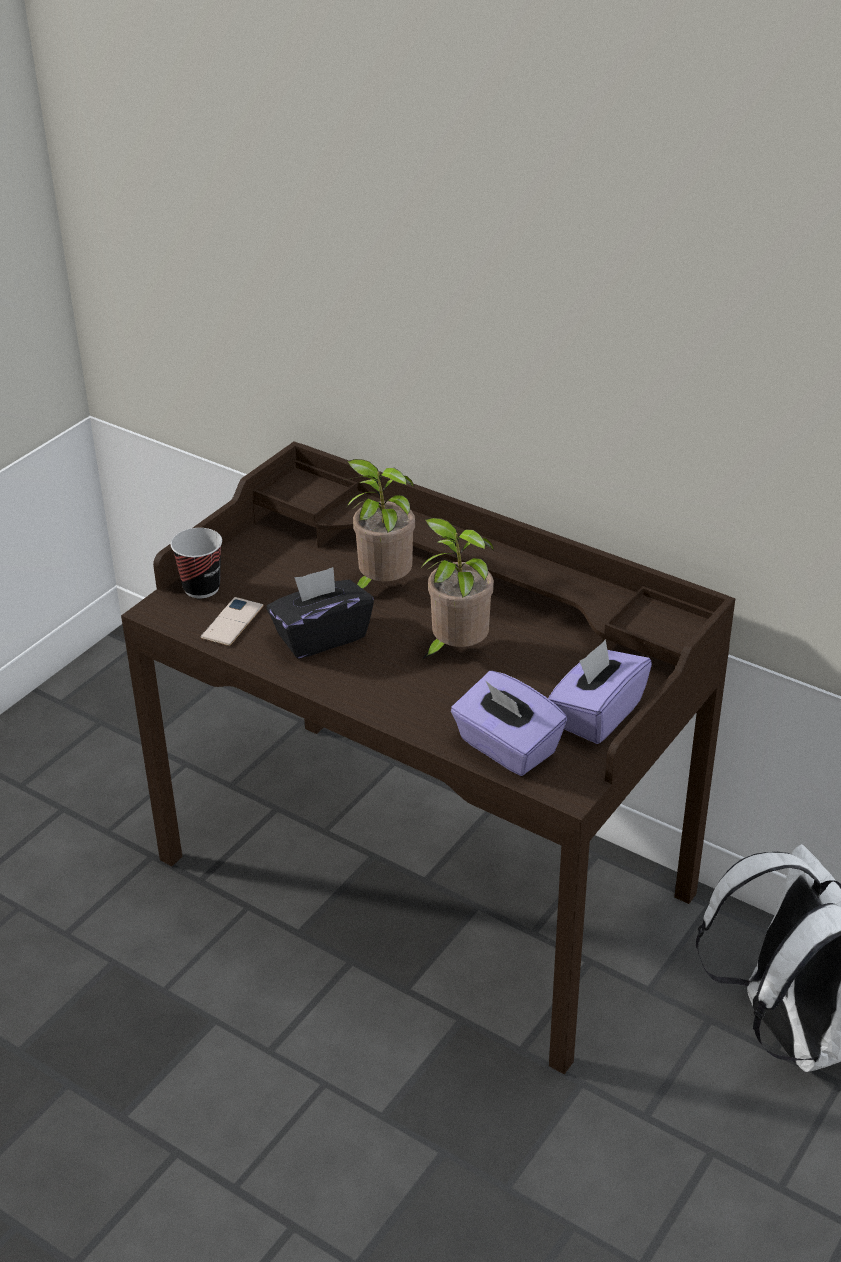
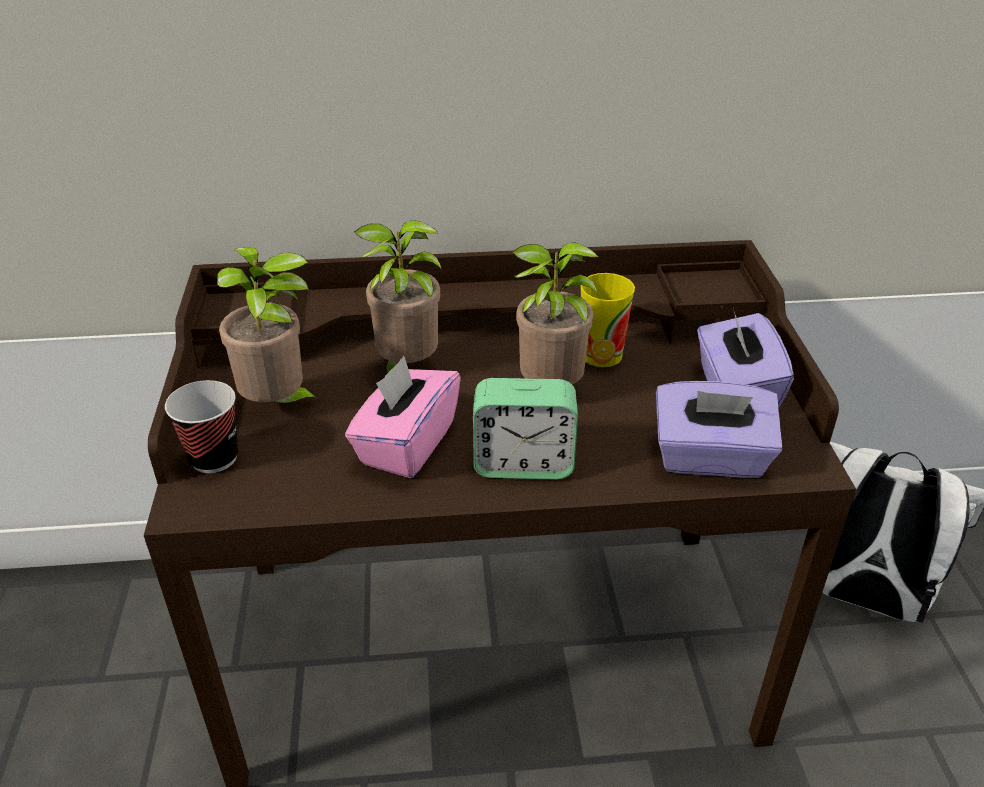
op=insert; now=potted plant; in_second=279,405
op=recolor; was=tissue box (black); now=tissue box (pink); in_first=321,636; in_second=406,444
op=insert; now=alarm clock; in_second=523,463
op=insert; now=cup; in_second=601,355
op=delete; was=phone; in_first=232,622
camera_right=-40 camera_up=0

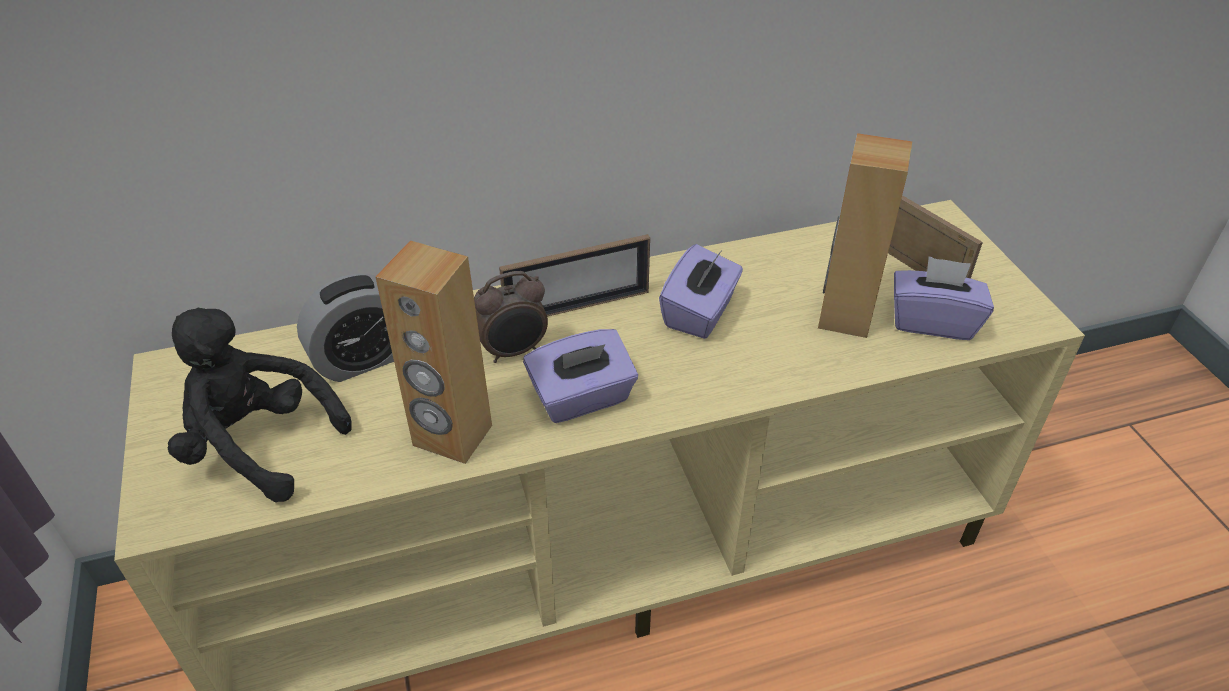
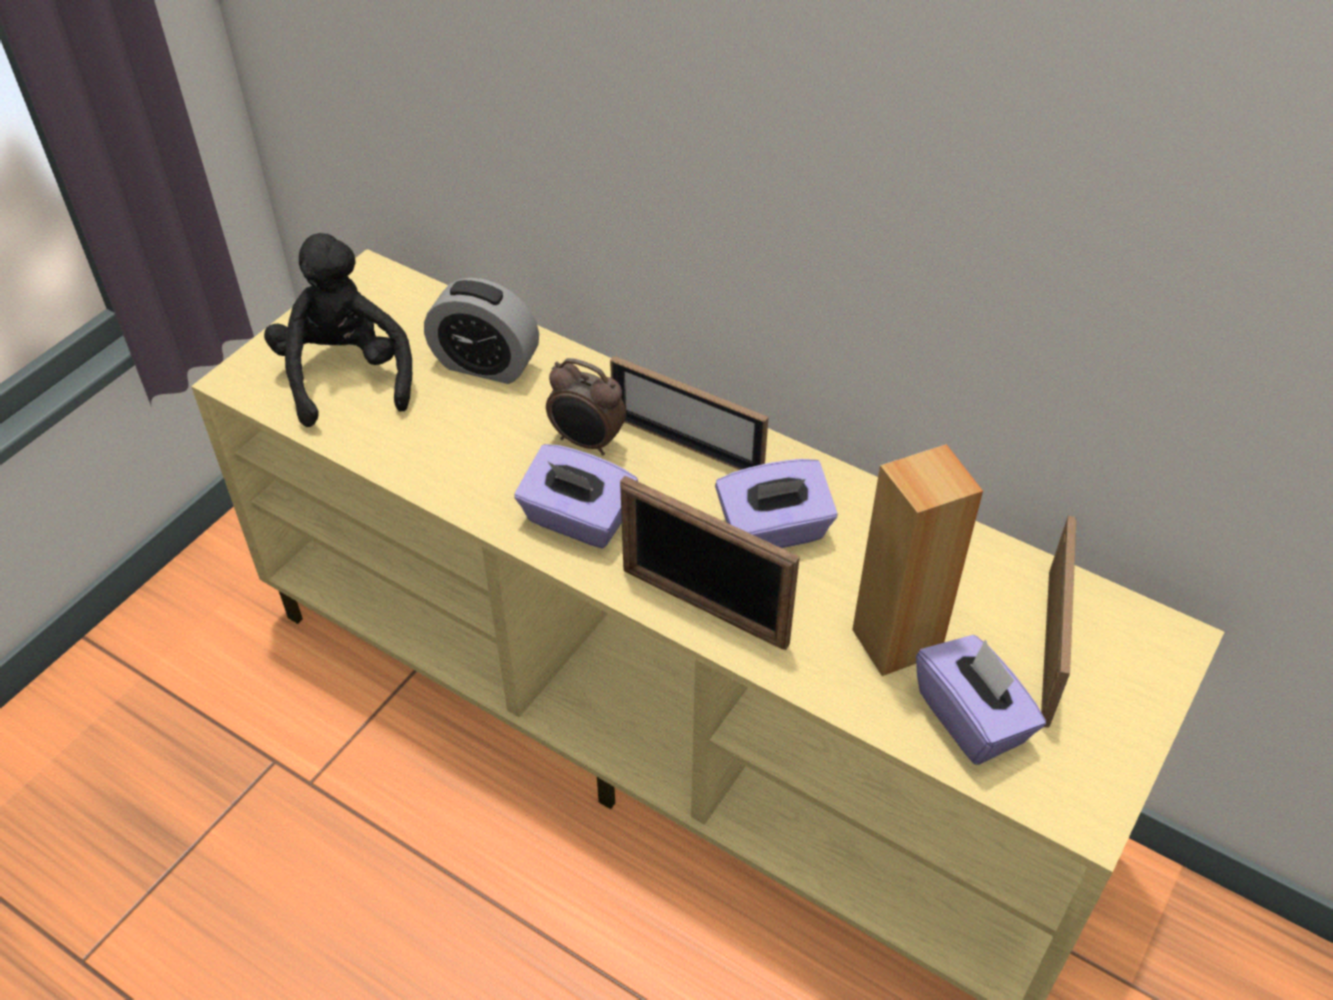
op=insert; now=picture frame; in_second=703,607
op=delete; was=speaker (brown); in_first=452,436
camera_right=50 camera_up=5

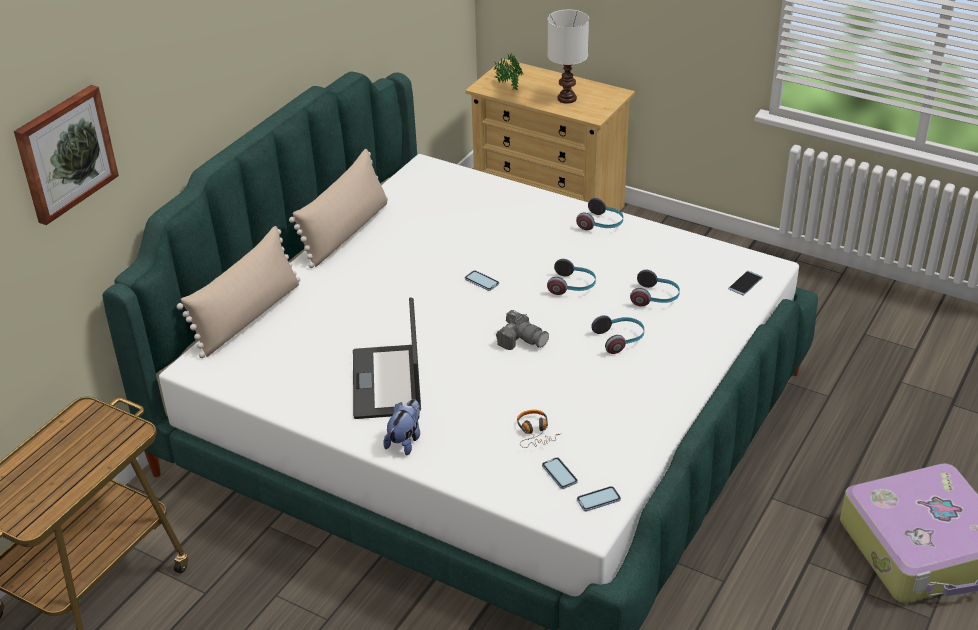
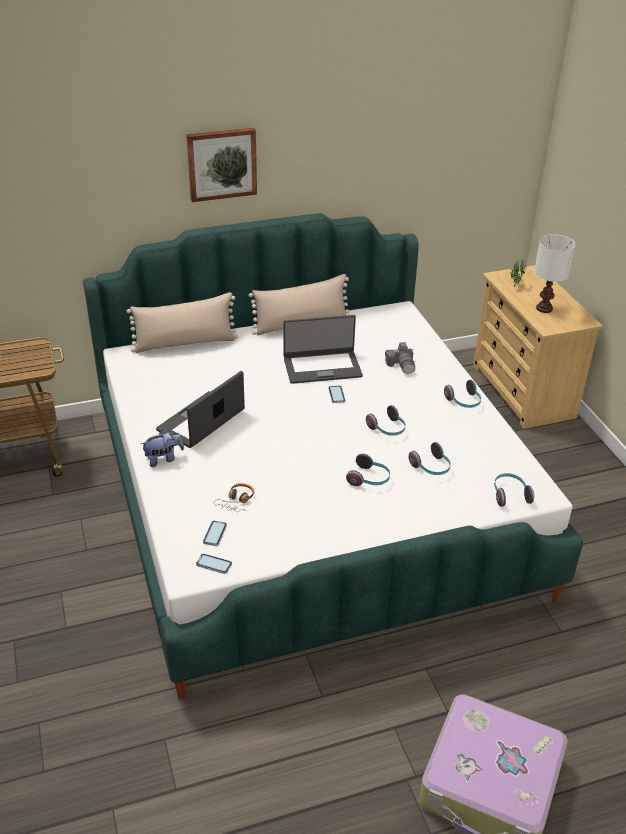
op=move; was=picture; in_first=65,153; in_second=222,164
op=insert; now=laptop; in_second=322,367
op=move; was=photo camera; in_first=522,340; in_second=401,365
op=replace; was=phone; now=headphones; in_first=745,283; in_second=509,495
camera_right=40 camera_up=0

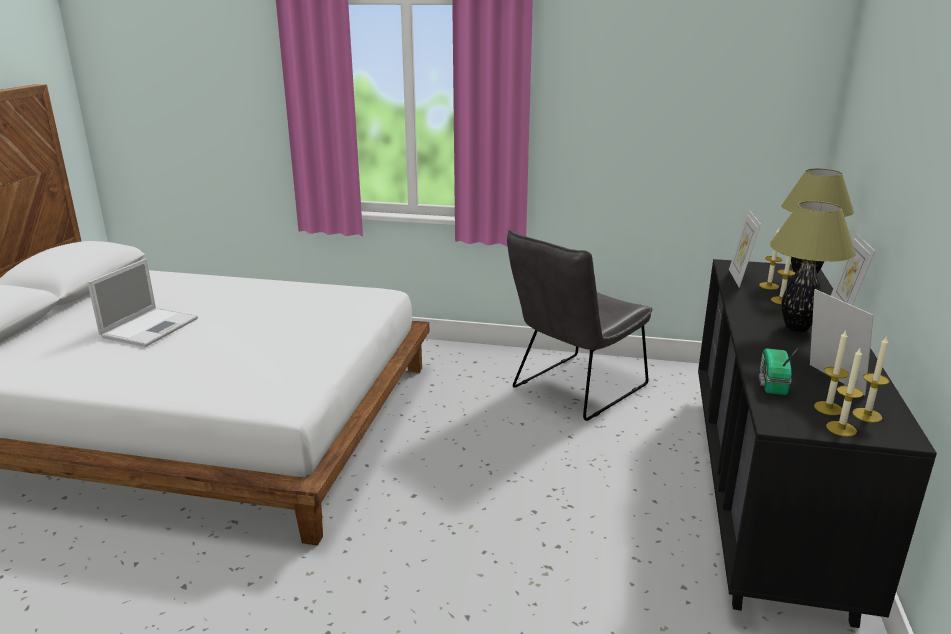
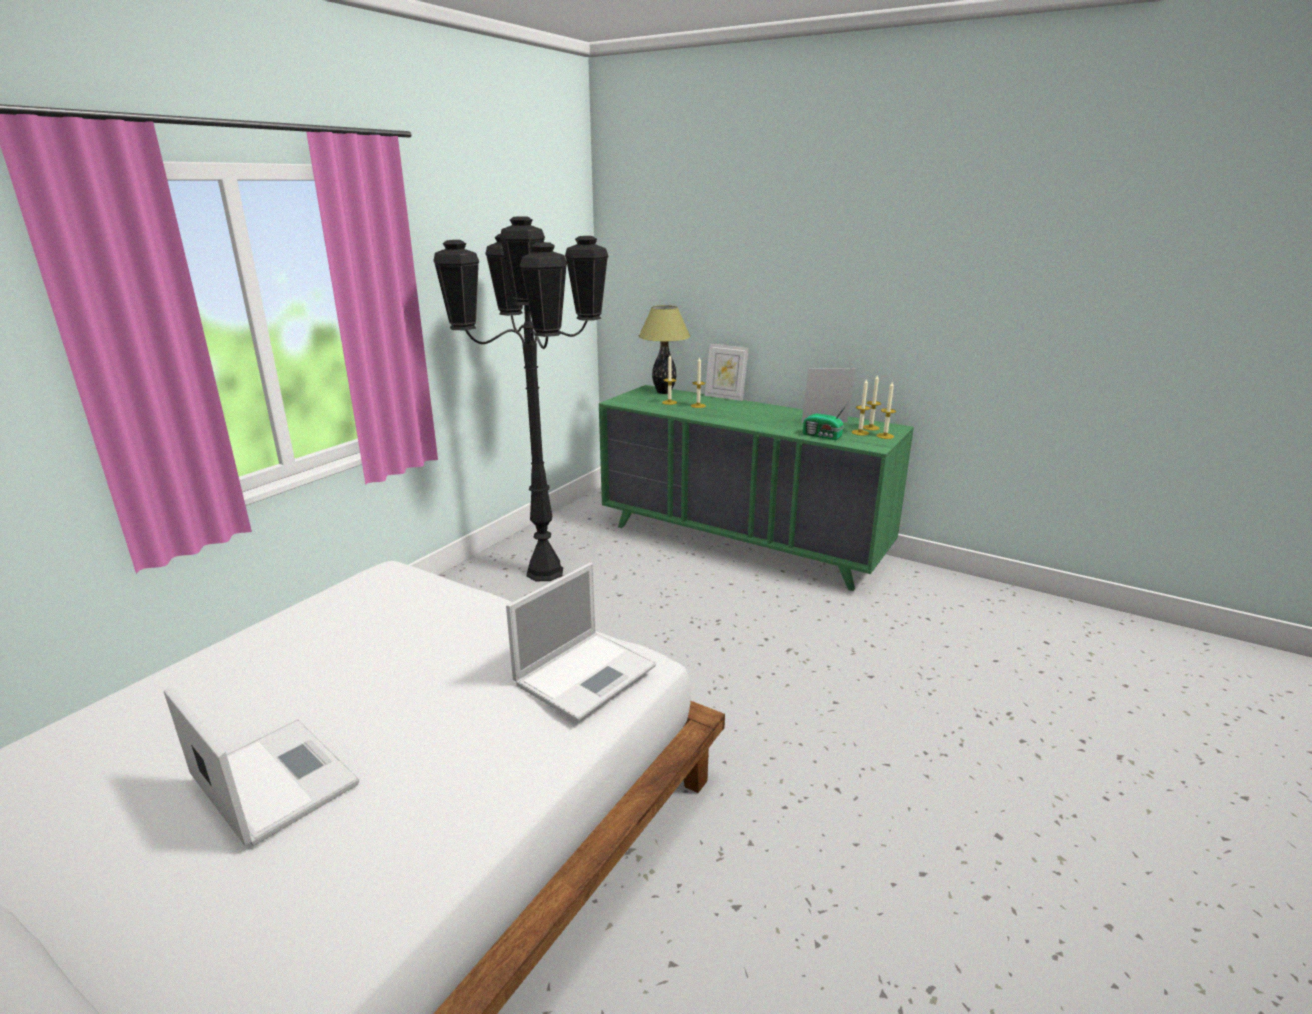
op=replace; was=chair (grey); now=floor lamp (black); in_first=573,389; in_second=544,573
op=insert; now=laptop; in_second=587,673
op=recolor; was=dresser (black); now=dresser (green); in_first=765,492; in_second=742,542
op=delete; was=picture frame; in_first=739,278
op=delete; was=table lamp; in_first=796,328
camera_right=-70 camera_up=0

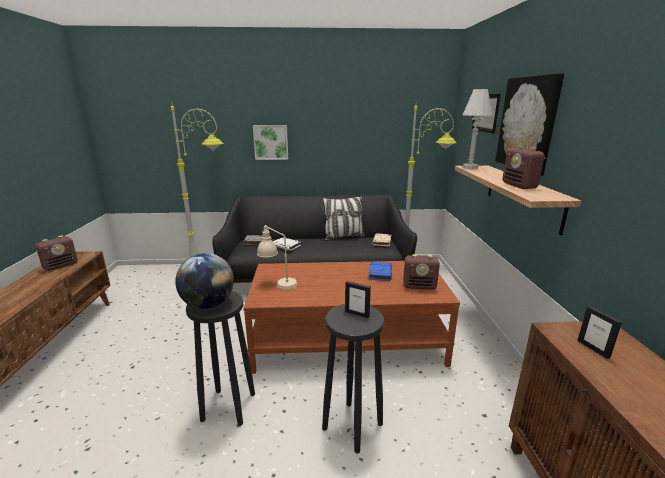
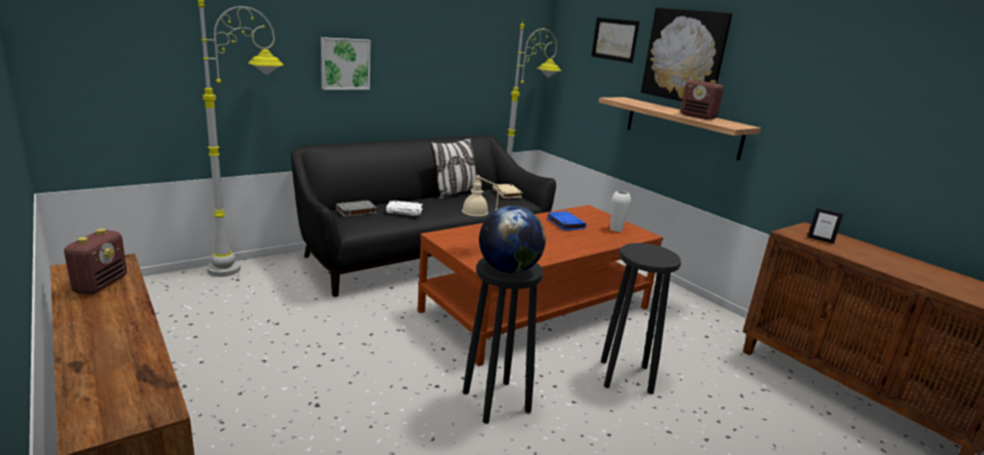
op=replace; was=radio; now=vase (white); in_first=419,286; in_second=616,229
op=delete; was=picture frame; in_first=357,314
op=delete; was=table lamp (white); in_first=470,167
camera_right=-35 camera_up=0

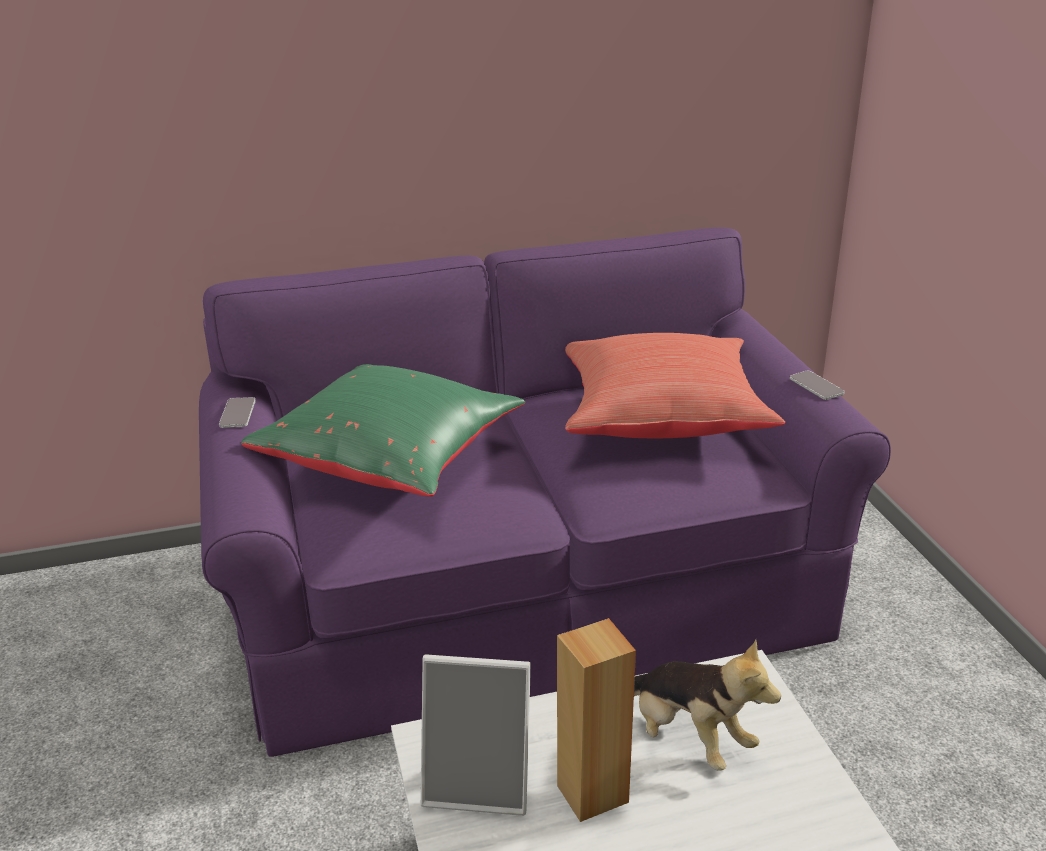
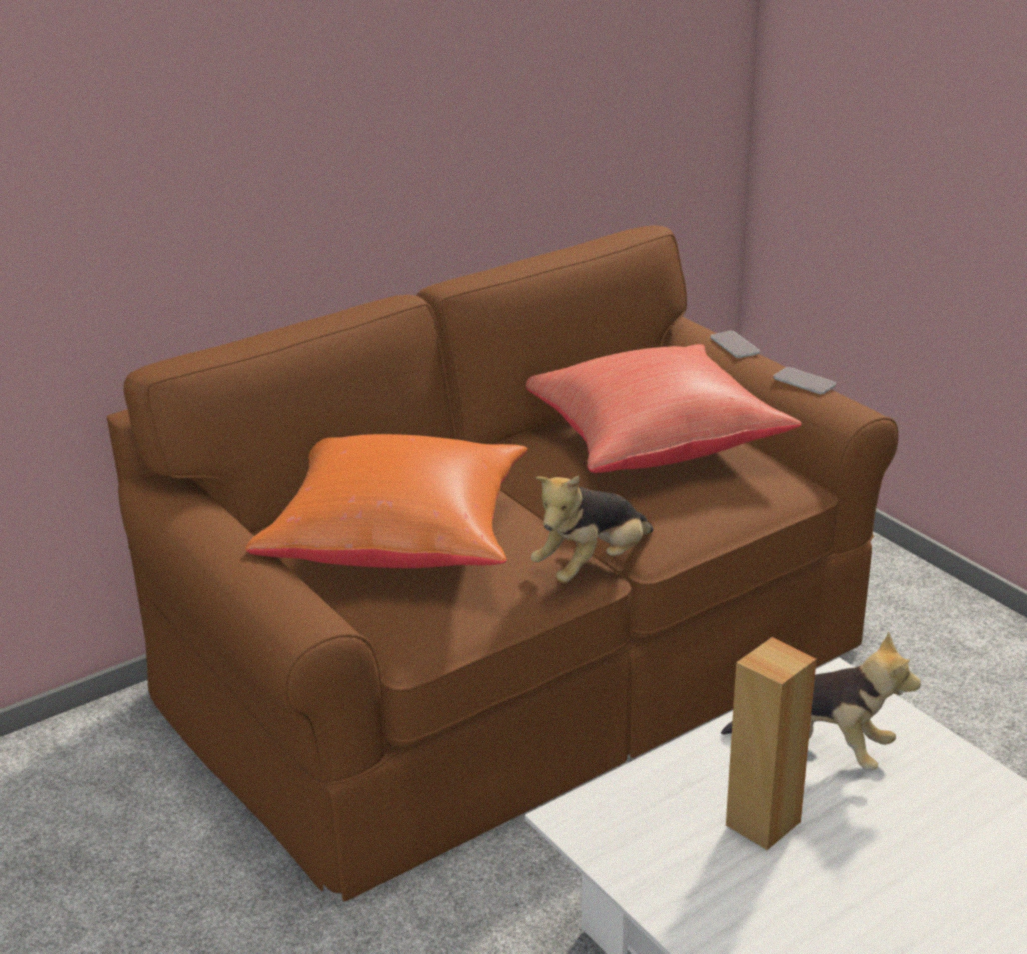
op=recolor; was=sofa (purple); now=sofa (brown); in_first=527,588; in_second=518,665
op=recolor; was=pillow (green); now=pillow (orange); in_first=392,460; in_second=398,539
op=insert; now=plush toy; in_second=592,566
op=move; was=phone; in_first=237,414; in_second=734,346
op=delete; was=picture frame; in_first=480,782
camera_right=-20 camera_up=0

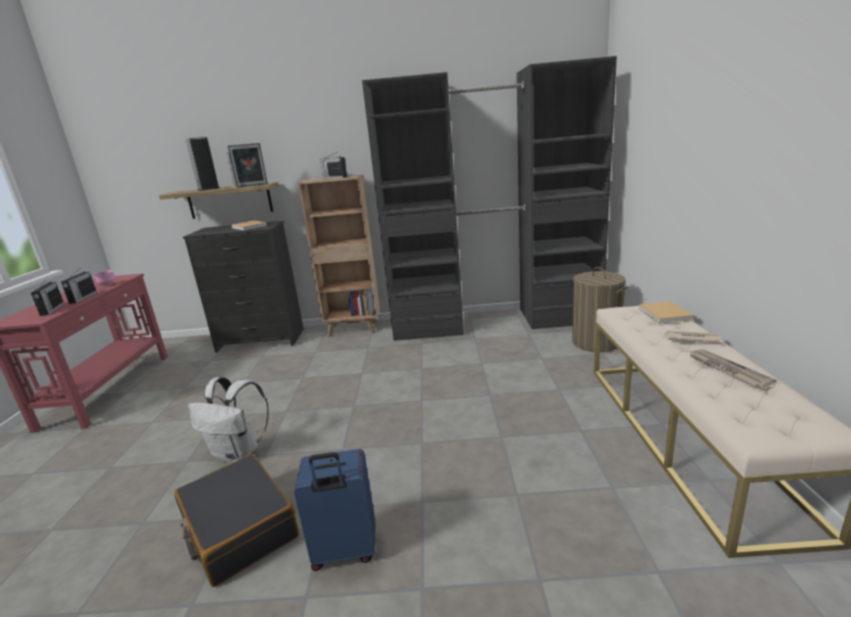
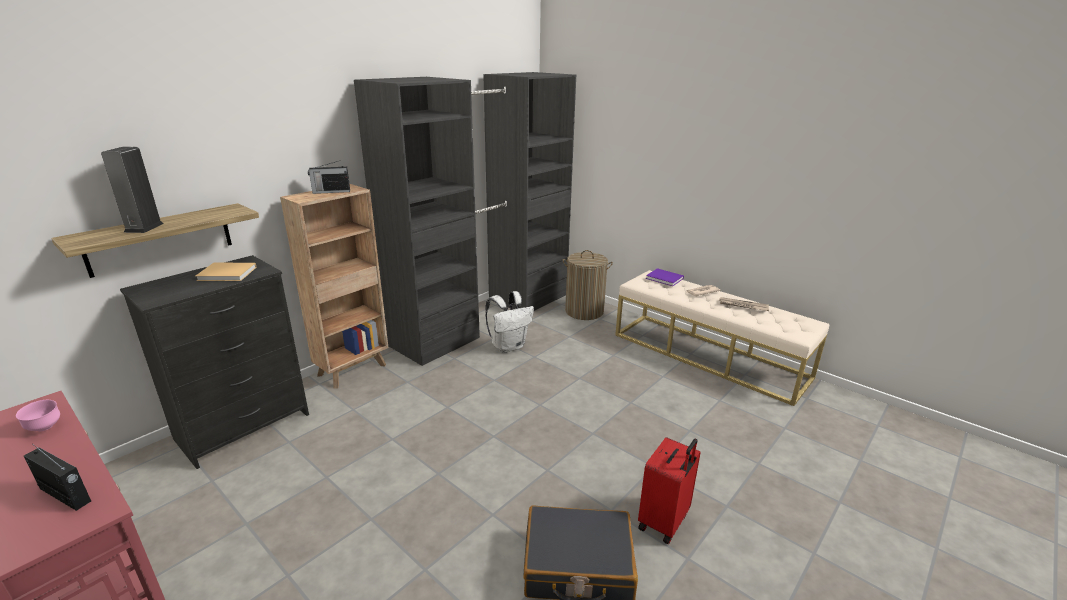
op=move; was=backpack (white); in_first=239,453; in_second=509,346
op=recolor; was=suitcase (blue); now=suitcase (red); in_first=344,551; in_second=664,522
op=recolor; was=book (beige); now=book (purple); in_first=665,314; in_second=665,279
op=delete; was=radio; in_first=82,298
op=delete; was=picture frame; in_first=252,185
camera_right=-50 camera_up=5

